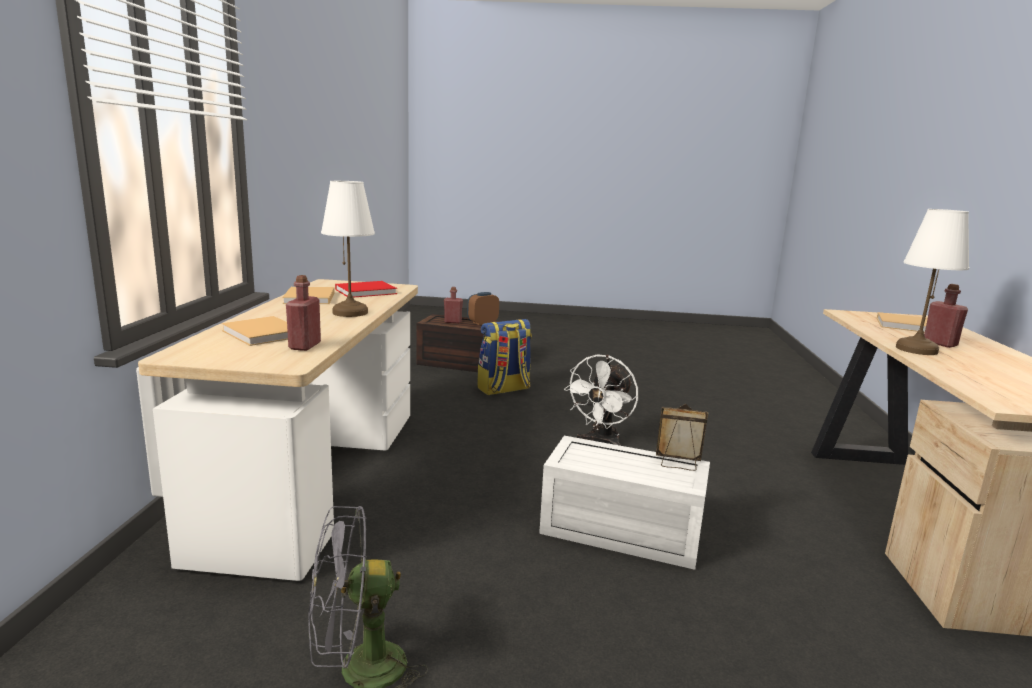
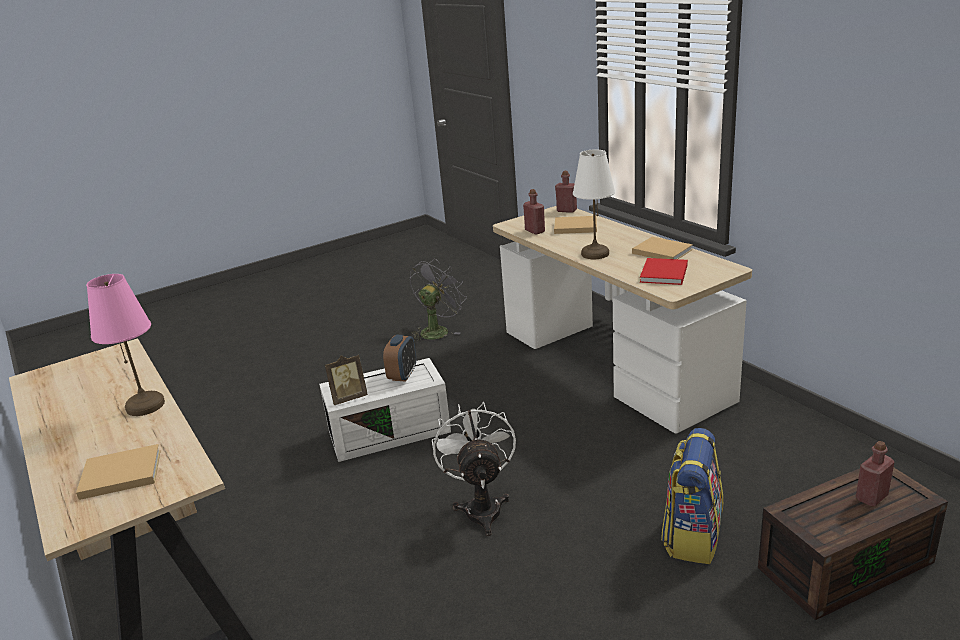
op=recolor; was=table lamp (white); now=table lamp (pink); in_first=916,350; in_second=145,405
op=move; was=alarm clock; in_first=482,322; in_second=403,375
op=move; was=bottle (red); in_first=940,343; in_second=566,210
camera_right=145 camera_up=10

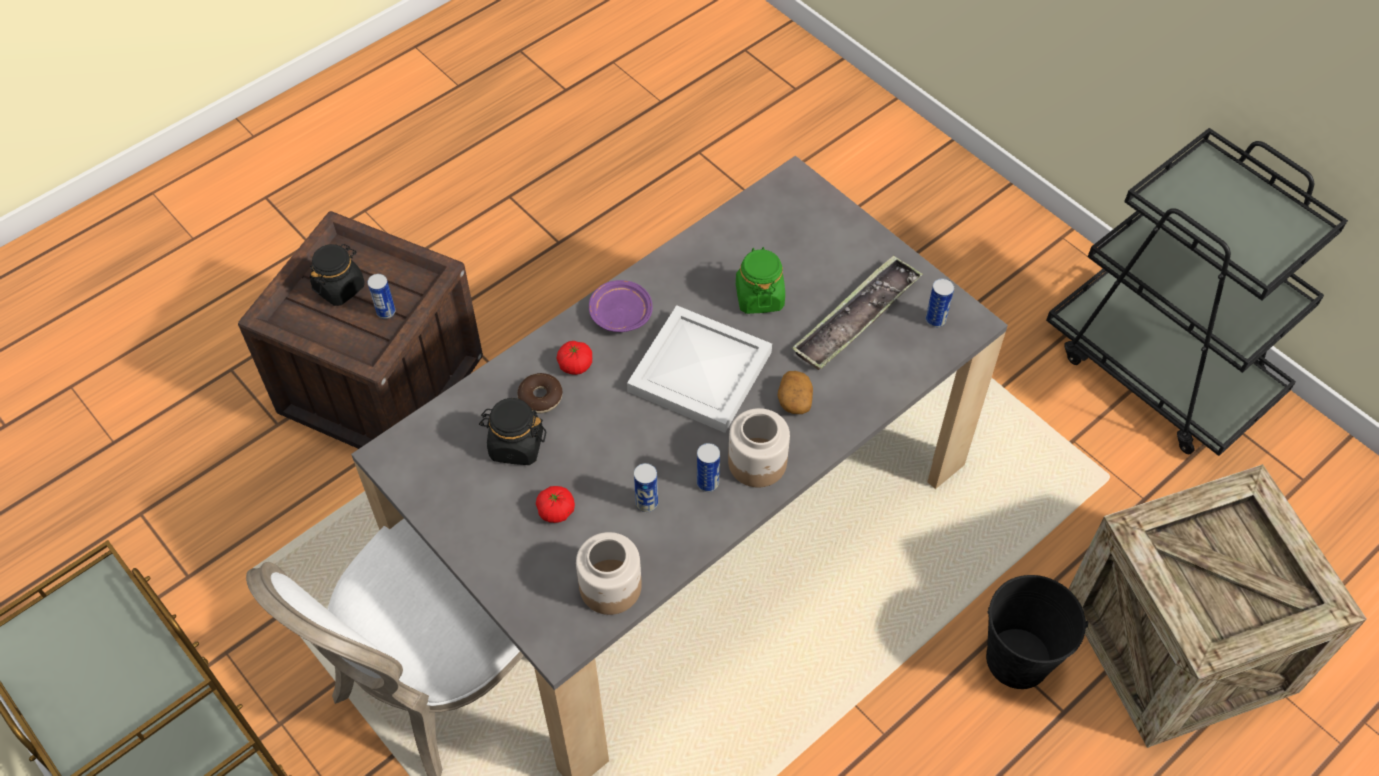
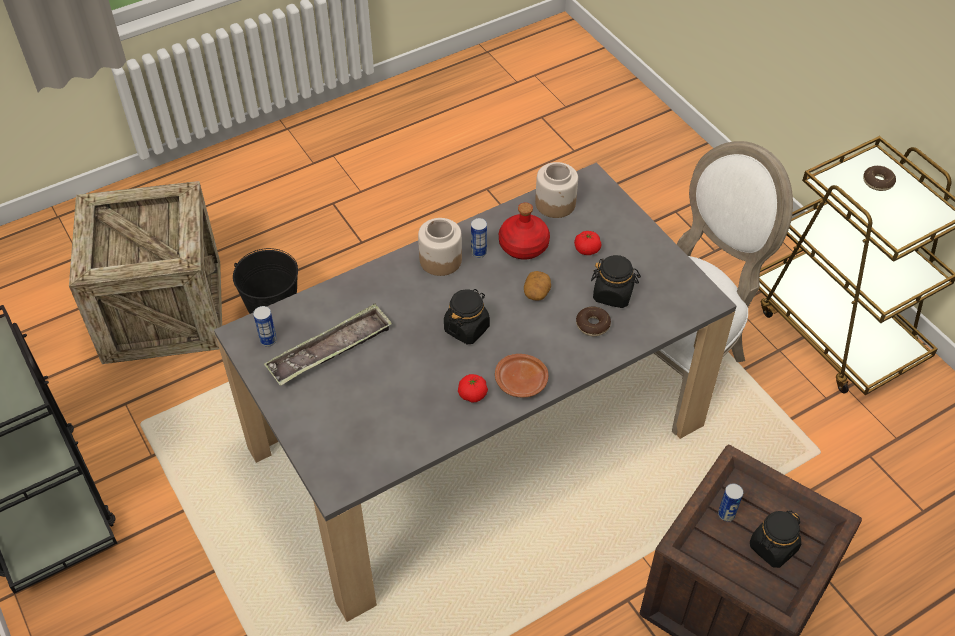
op=replace; was=tray (white); now=jar (black); in_first=699,370; in_second=466,328
op=move; was=tomato; in_first=575,365; in_second=472,394
op=recolor; was=plate (purple); now=plate (brown); in_first=620,313; in_second=521,382
op=replace; was=can; now=bottle (red); in_first=646,503; in_second=523,246
op=move; was=potato; in_first=794,399; in_second=537,292
op=insert; now=donut; in_second=877,182
op=delete; was=jar (green); in_first=759,297
camera_right=-170 camera_up=-5

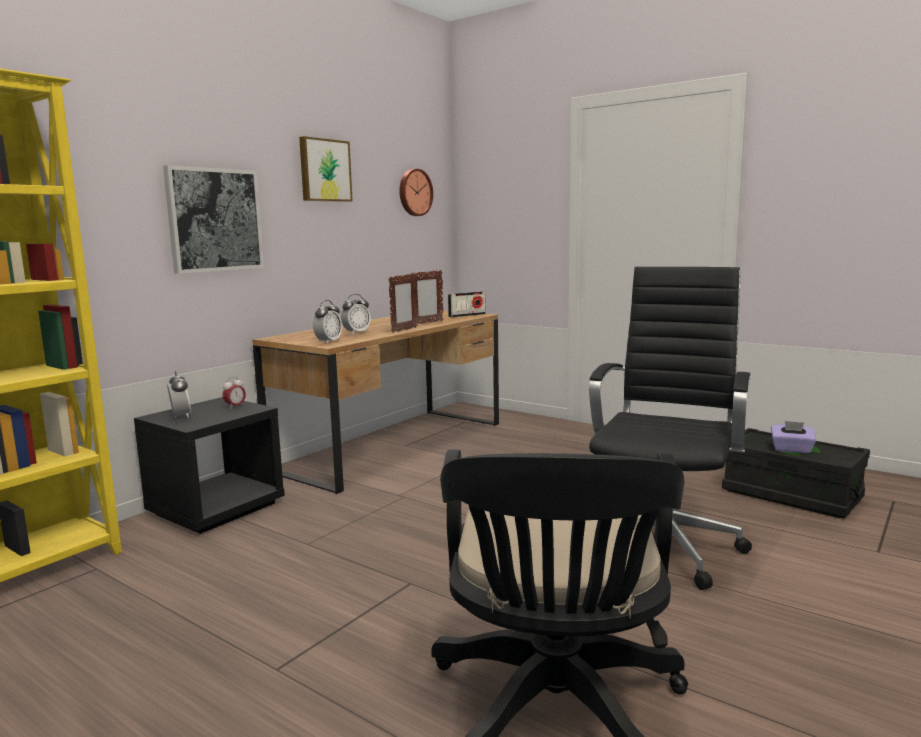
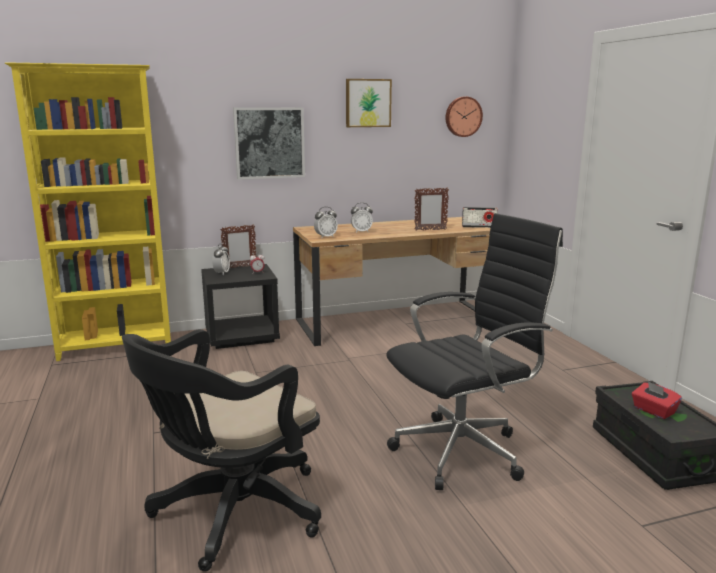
op=move; was=picture frame; in_first=404,330; in_second=240,267
op=recolor; was=tissue box (purple); now=tissue box (red); in_first=791,450; in_second=653,411
camera_right=35 camera_up=5

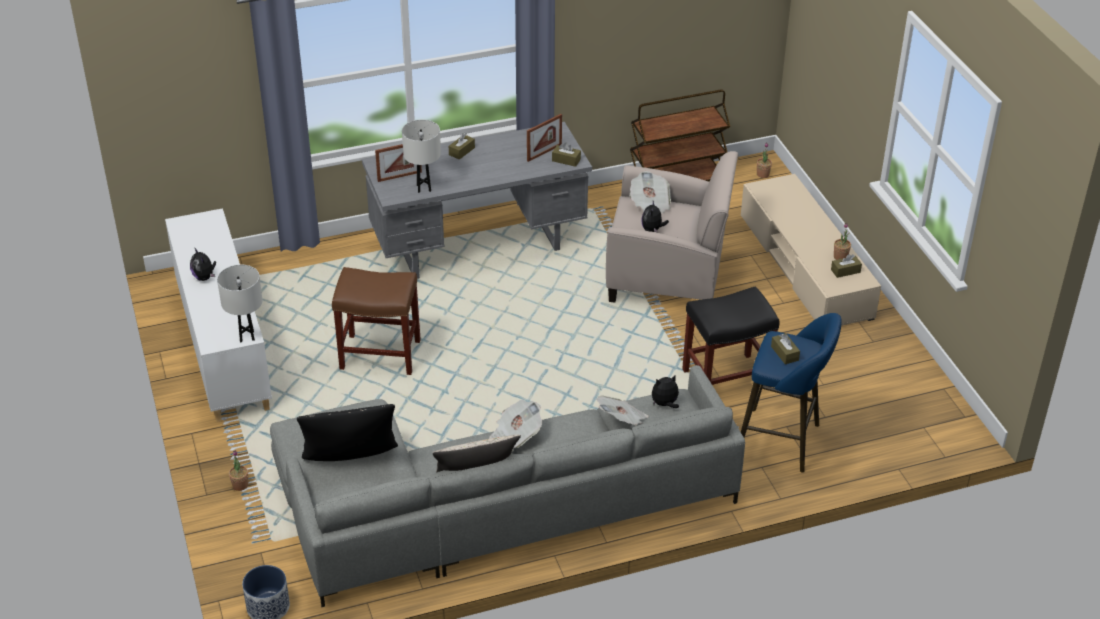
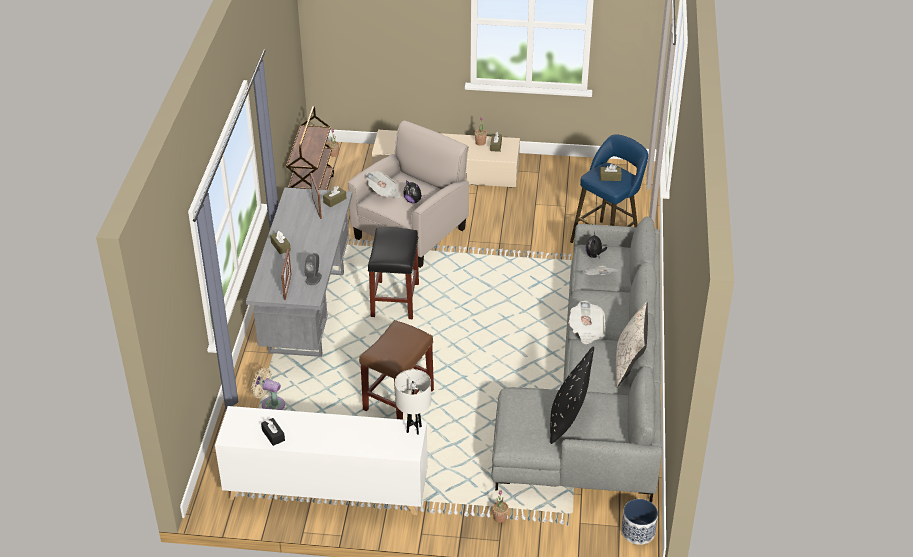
op=insert; now=fan (beige); in_second=270,404
op=insert; now=tissue box (black); in_second=273,435
op=replace; was=table lamp (white); now=speaker (grey); in_first=424,188; in_second=313,278
op=move; was=stool (black); in_first=725,379; in_second=395,300
op=delete; was=plush toy; in_first=204,277
camera_right=-65 camera_up=0

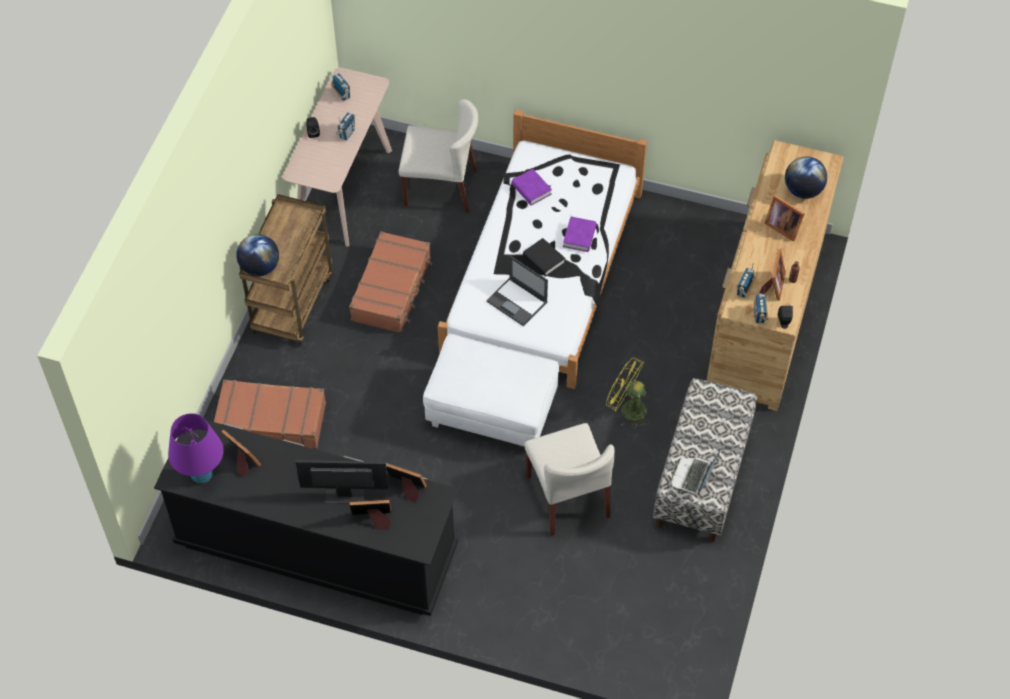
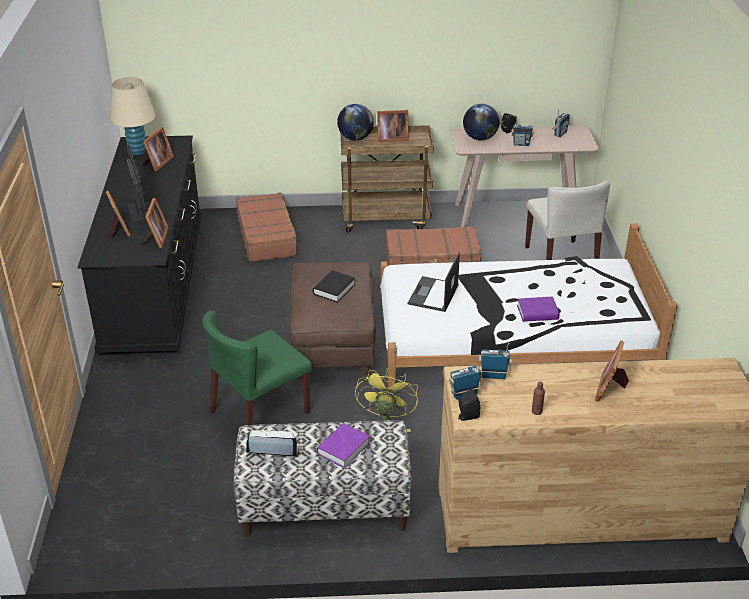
op=recolor; was=table lamp (purple); now=table lamp (beige); in_first=202,475; in_second=137,151
op=recolor; was=chair (beige); now=chair (green); in_first=568,497; in_second=259,413
op=recolor; was=ottoman (white); now=ottoman (brown); in_first=491,412; in_second=333,344
op=move; was=book (black); in_first=543,260; in_second=334,289
op=move; was=book (purple); in_first=531,189; in_second=343,448
op=move; was=picture frame; in_first=773,286; in_second=391,138
op=move; was=globe; in_first=803,190; in_second=479,138
camera_right=70 camera_up=-20

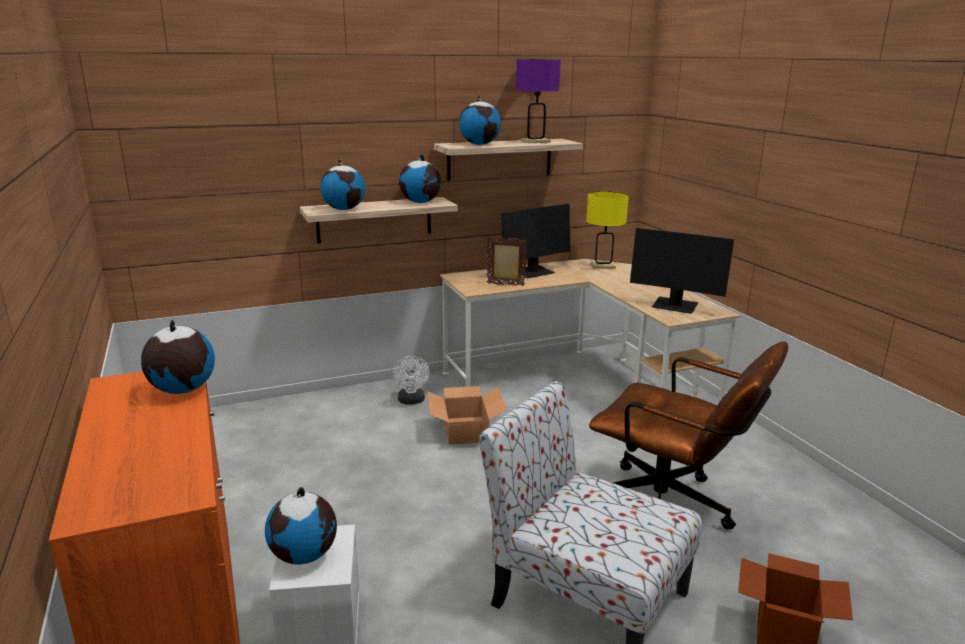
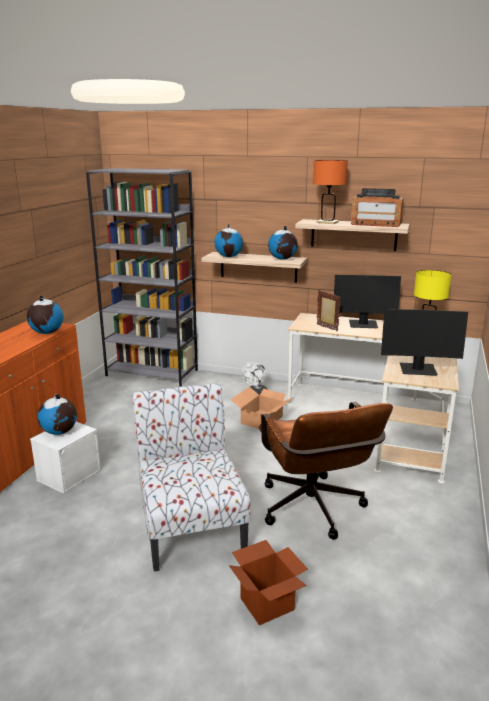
op=insert; now=bookcase (grey); in_second=152,373
op=replace; was=globe; now=table lamp (orange); in_first=480,144; in_second=327,222
op=replace; was=table lamp (purple); now=radio; in_first=535,141; in_second=375,224
op=rotate; was=monitor; in_first=675,306; in_second=418,370; clockwise=-60
camera_right=40 camera_up=0

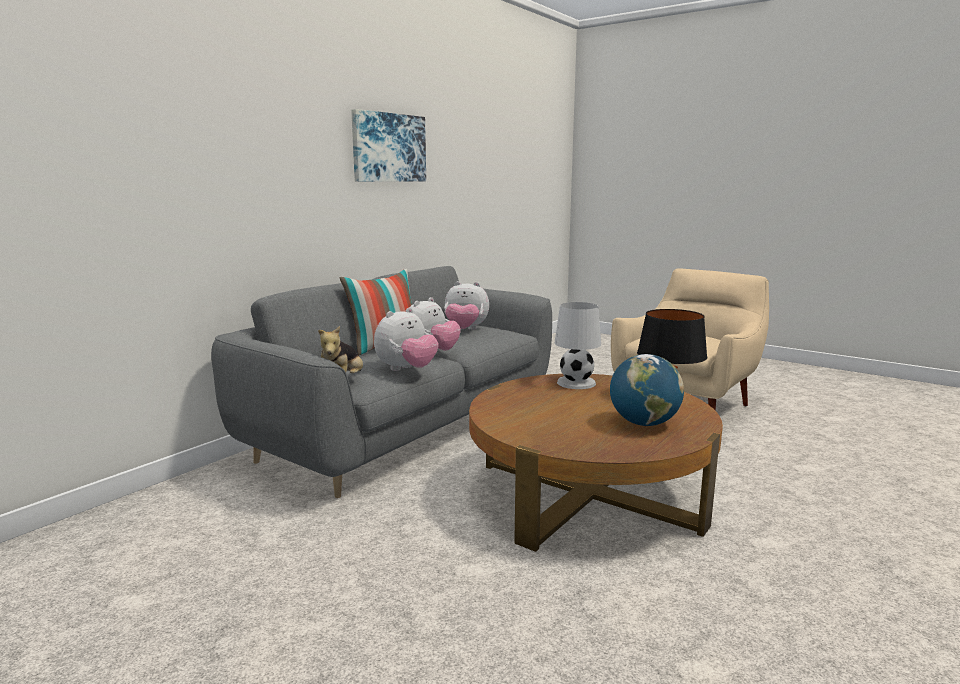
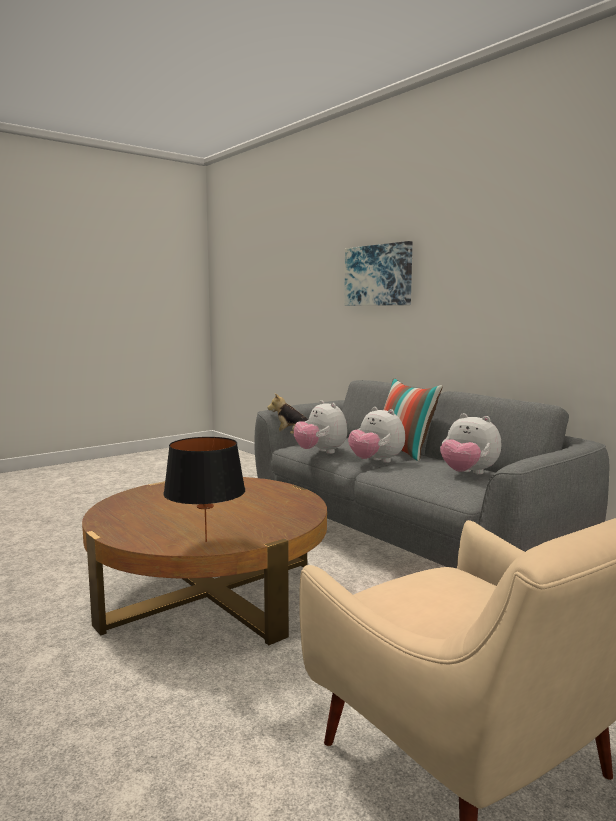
op=move; was=picture; in_first=388,147; in_second=378,275
op=rotate; was=plush toy; in_first=465,330; in_second=468,473; clockwise=-75
op=delete; was=table lamp (white); in_first=575,383
op=delete; was=globe; in_first=643,423
camera_right=105 camera_up=-5

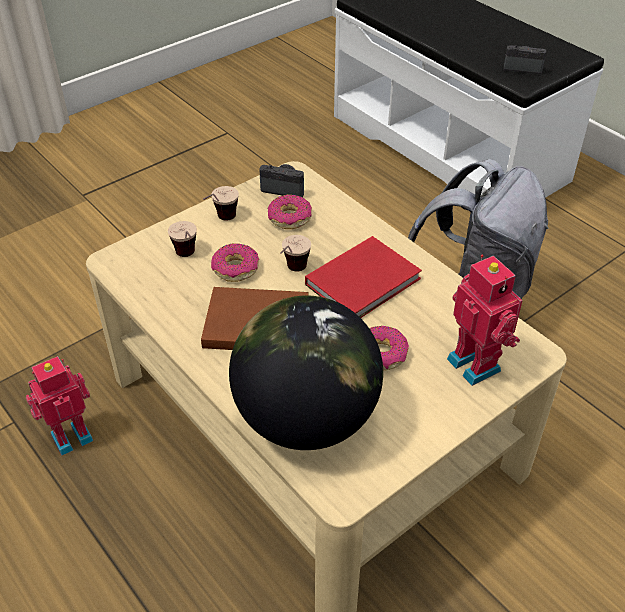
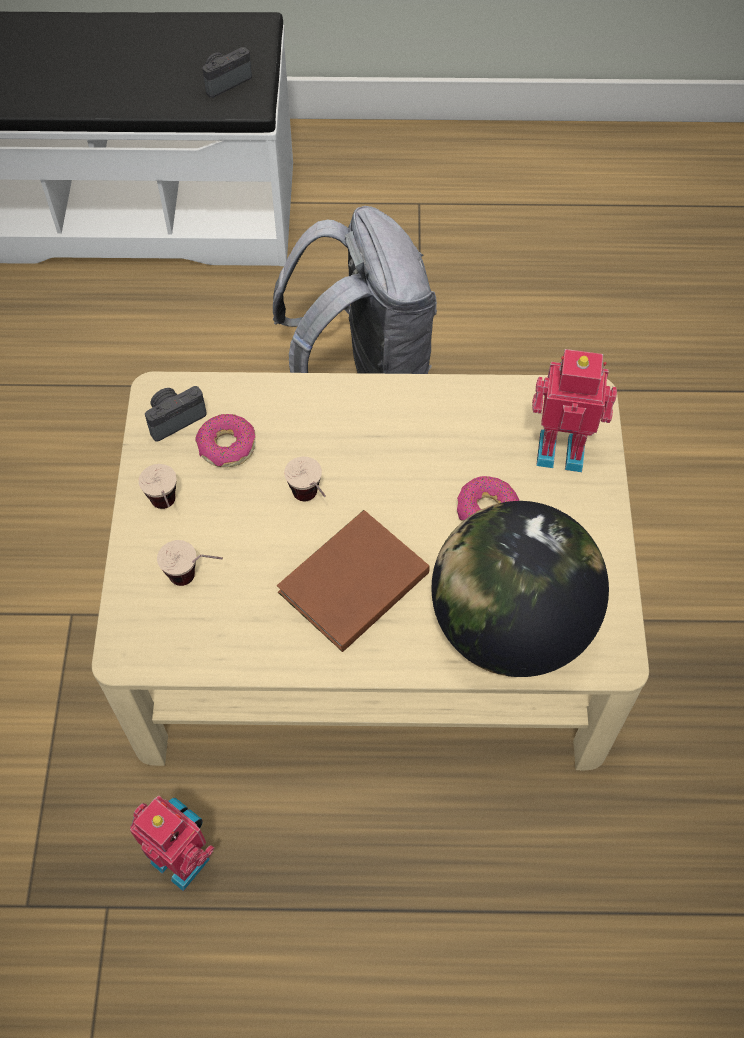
op=rotate; was=toy robot; in_first=71,435; in_second=183,857; clockwise=120
op=delete; was=donut; in_first=235,269
op=delete; was=book (red); in_first=366,281
camera_right=-50 camera_up=15

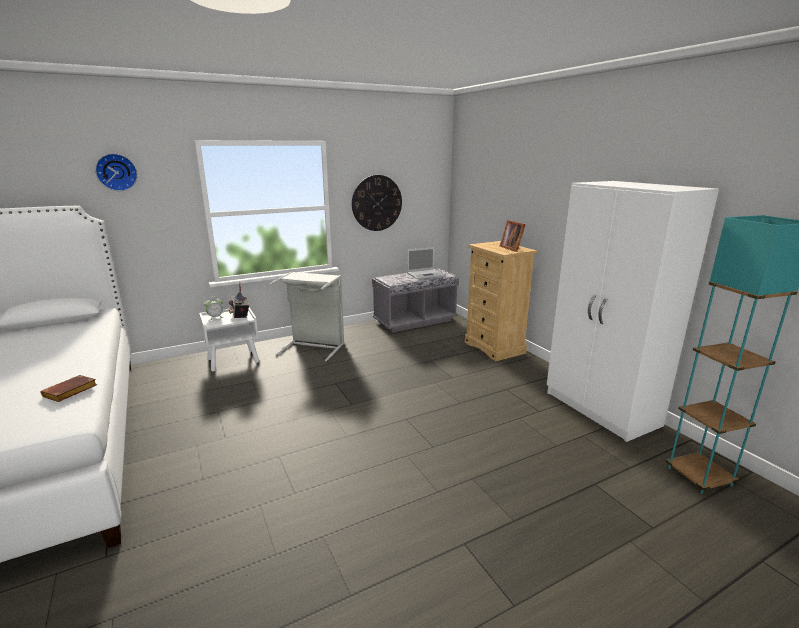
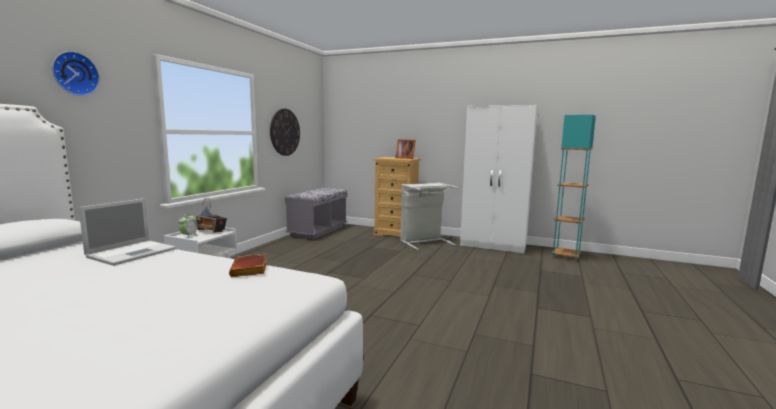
op=move; was=laptop; in_first=425,274; in_second=133,252
op=move; was=laundry basket (grey); in_first=314,347; in_second=424,242
camera_right=-40 camera_up=-10

